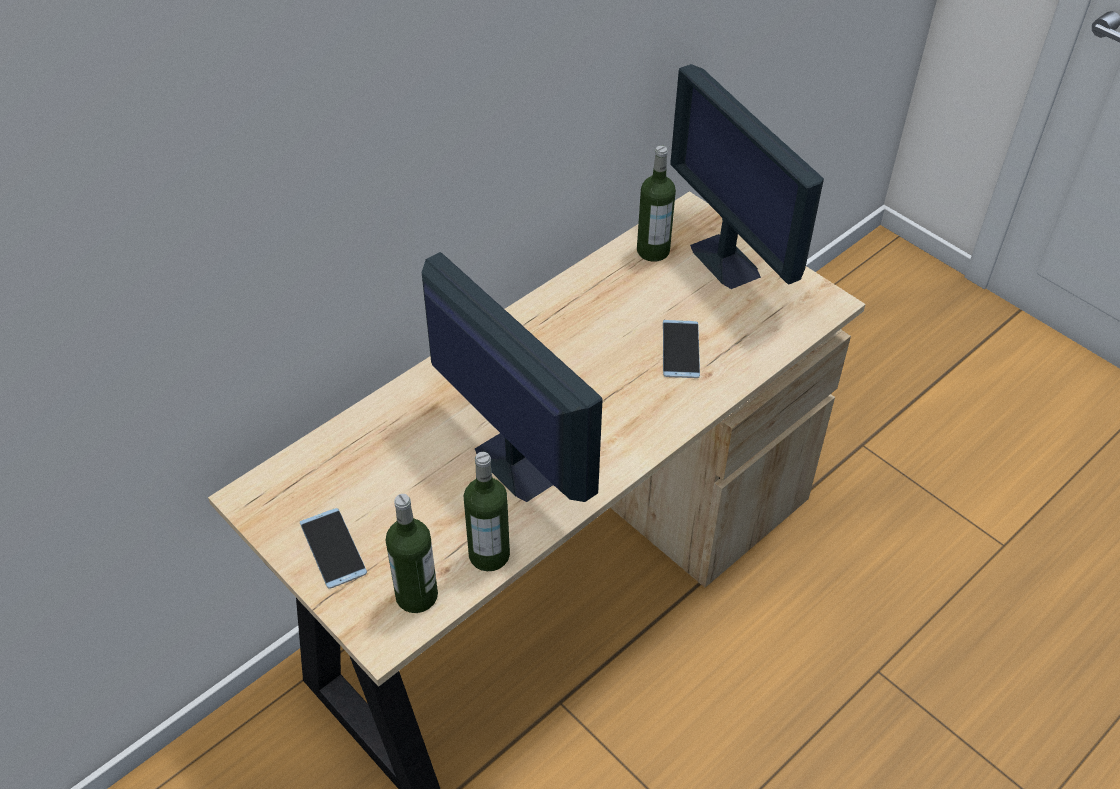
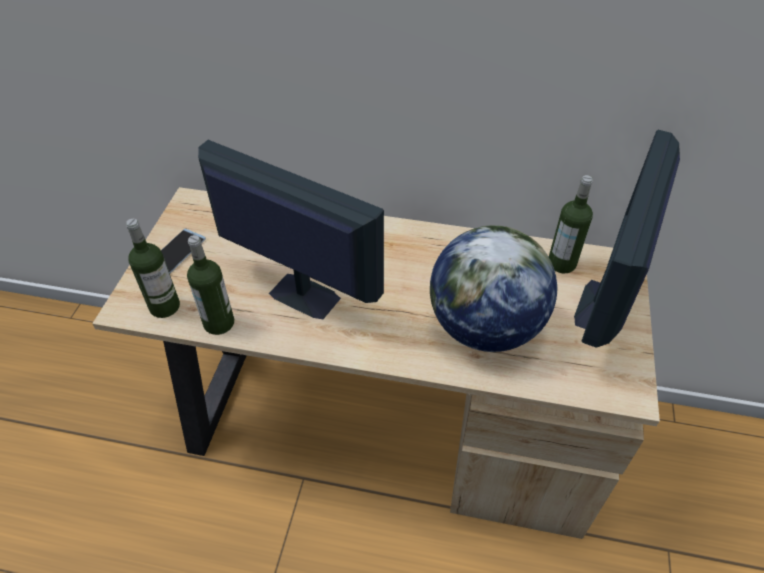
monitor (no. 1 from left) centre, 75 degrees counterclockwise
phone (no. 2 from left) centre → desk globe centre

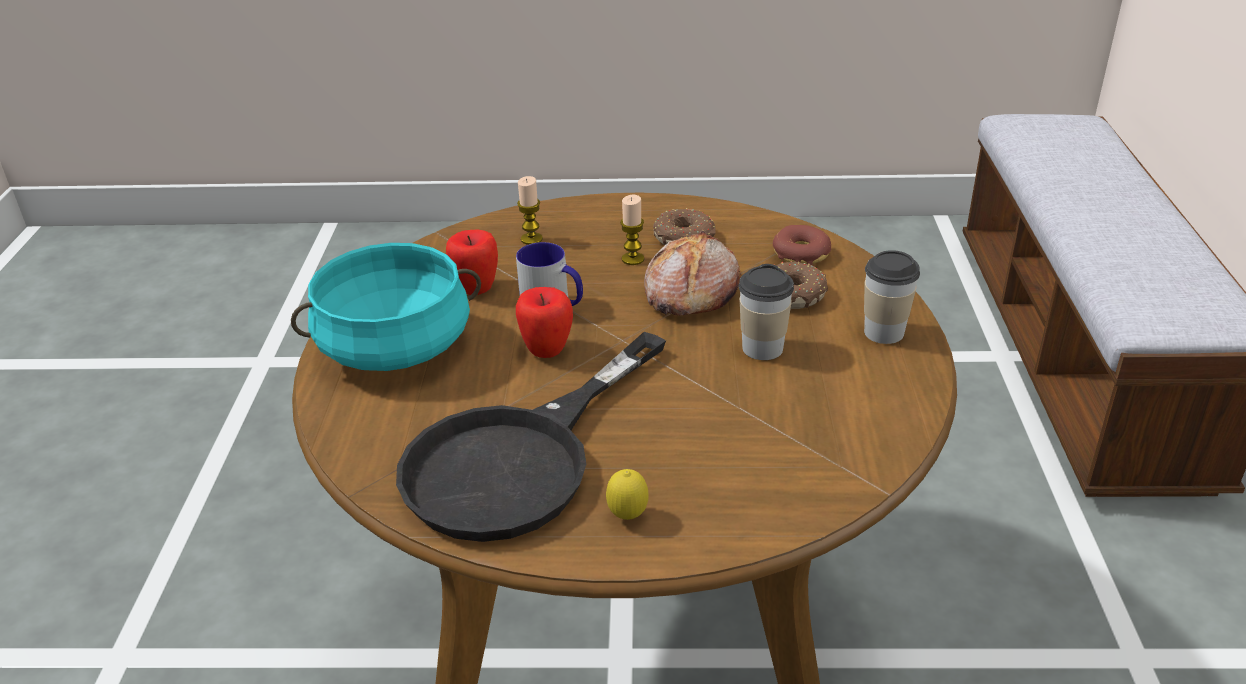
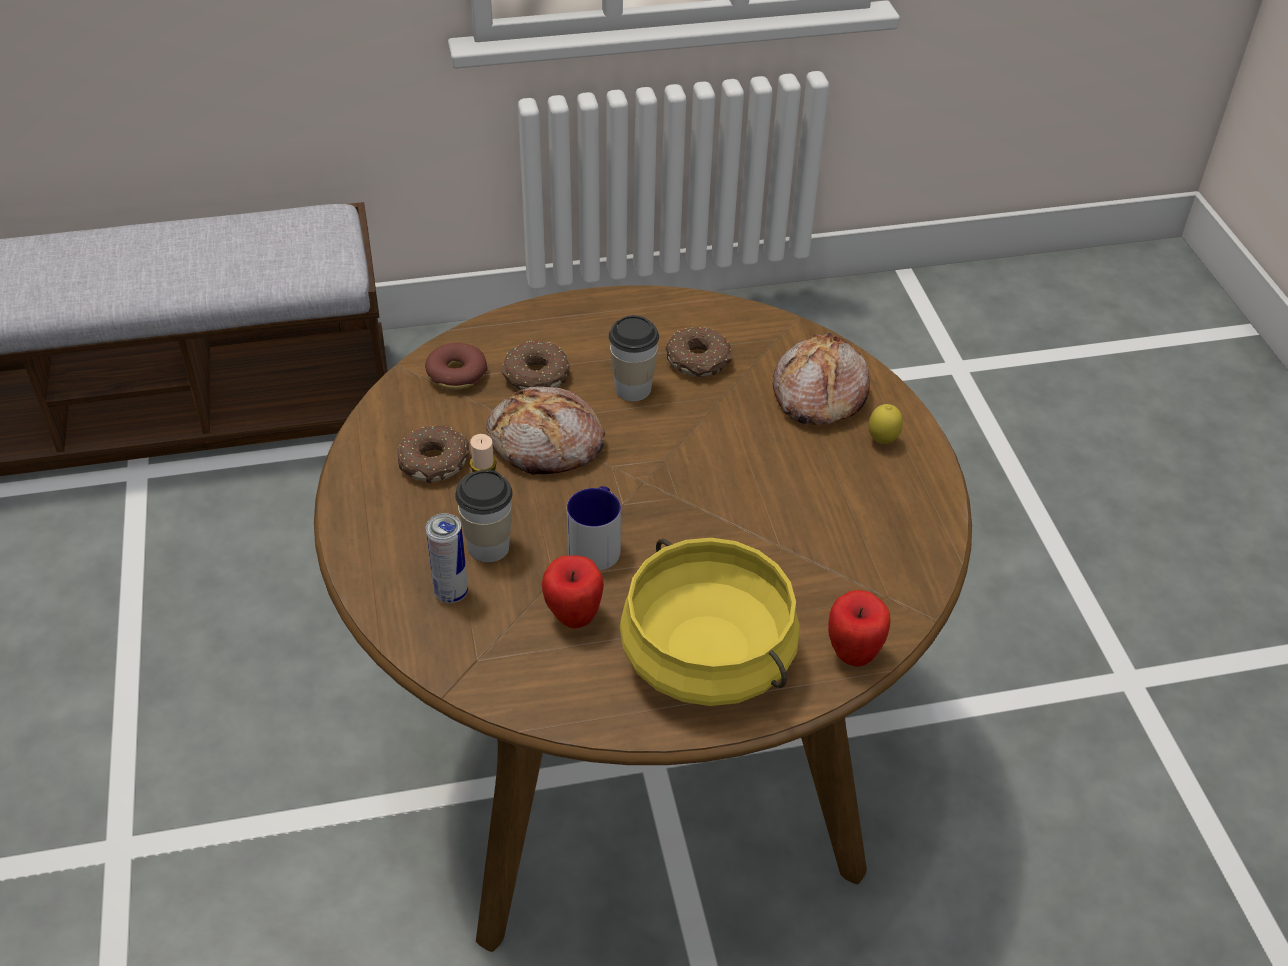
wax light (no. 1 from left) top centre → can centre
turquoise-coloured stockpot middle left → yellowish stockpot centre
small cup (no. 2 from left in the first image) middle right → small cup (no. 1 from left) centre, shifted
apple (no. 2 from left) centre → apple (no. 2 from left) middle right, shifted
black frying pan centre → -
- → ring doughnut (no. 4 from left) centre
- → bakery bread (no. 2 from left) centre

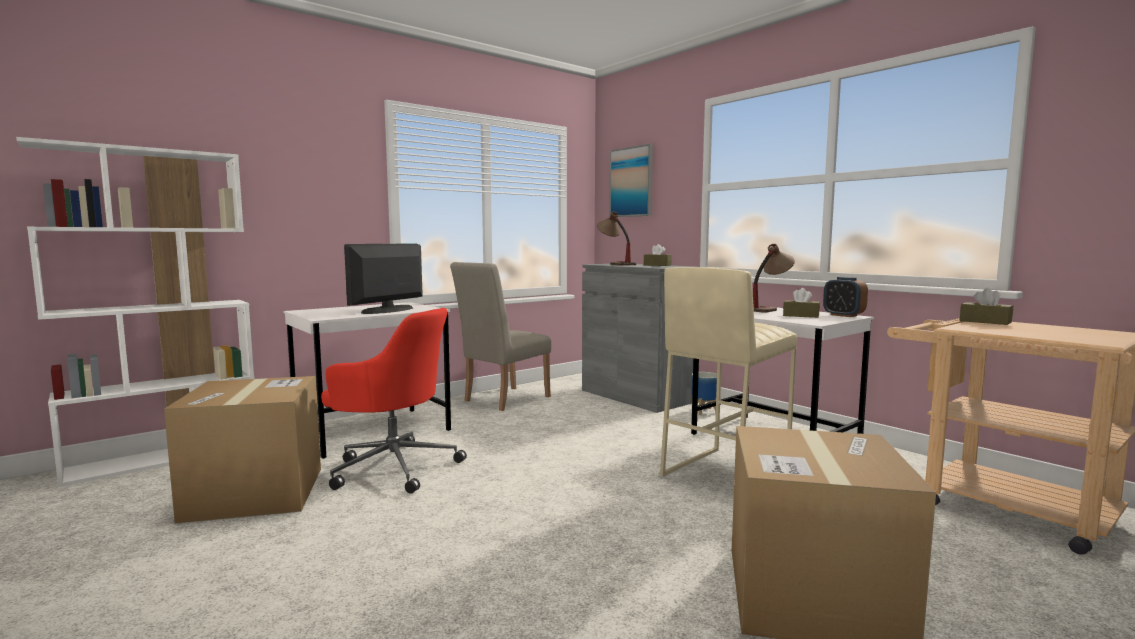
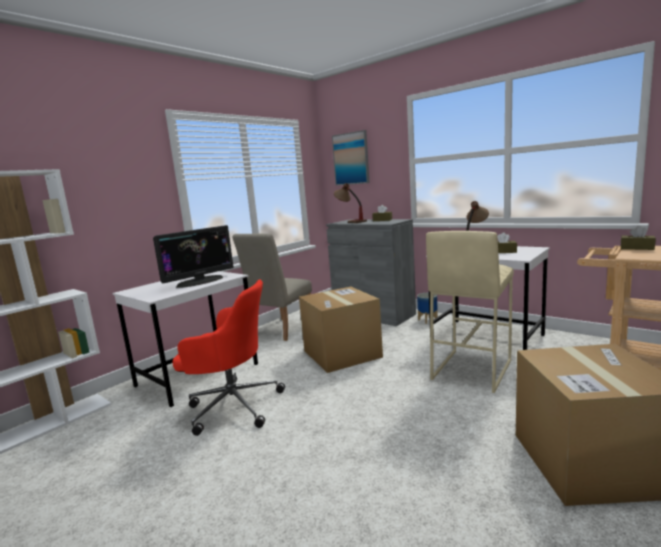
monitor centre → monitor middle left, 150 degrees counterclockwise
alarm clock middle right → -
carton (no. 1 from left) bottom left → carton (no. 1 from left) centre, shifted

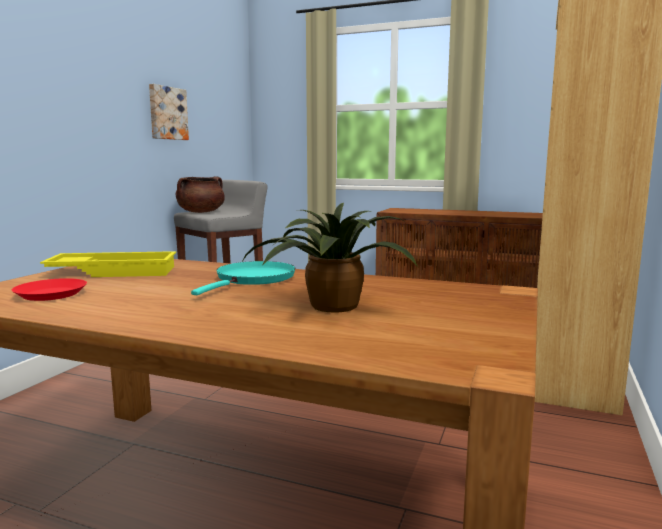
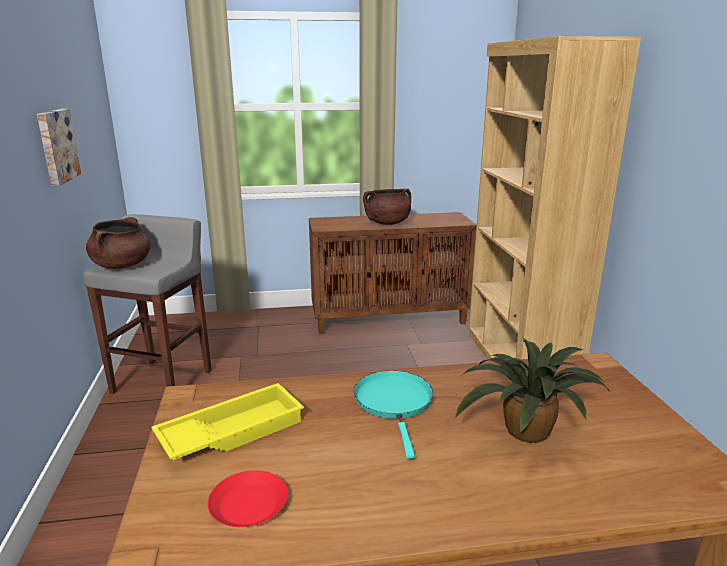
- → brown-coloured stockpot (no. 2 from left) centre

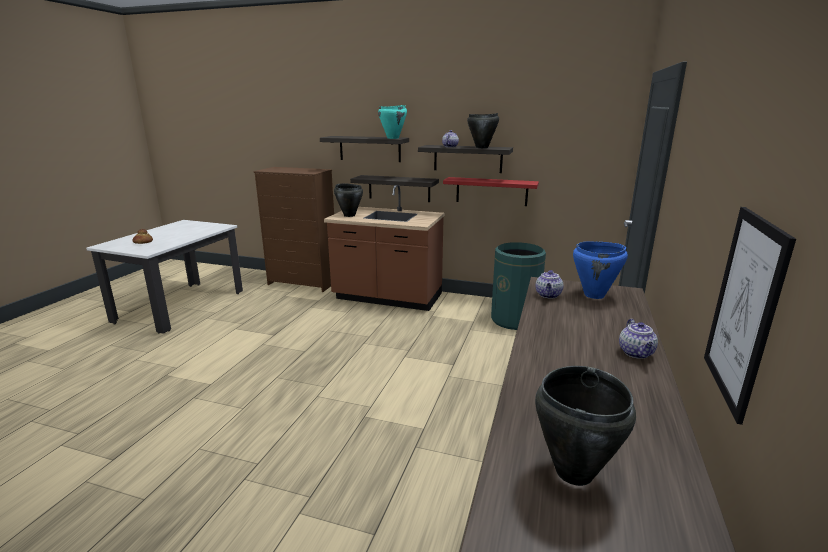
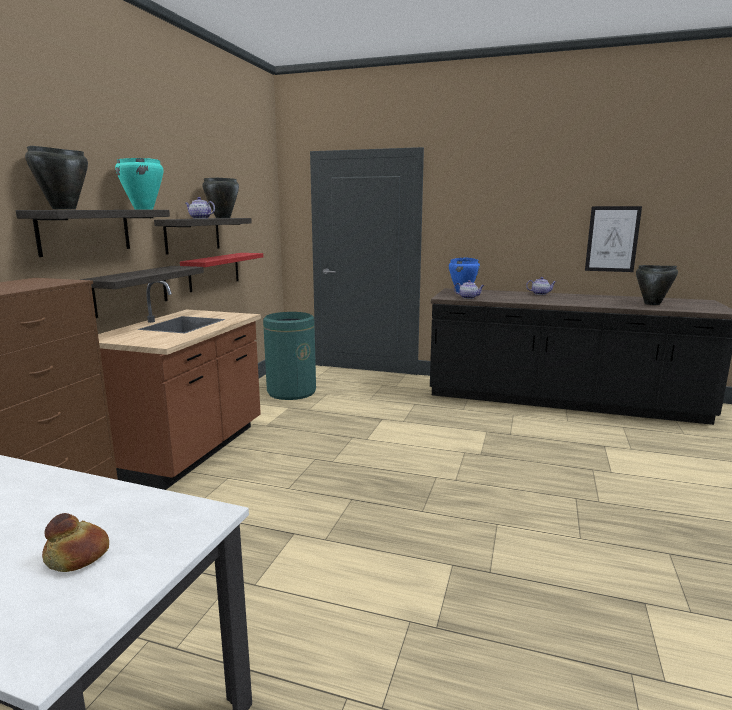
black stockpot (no. 1 from left) centre → black stockpot (no. 1 from left) top left, shifted

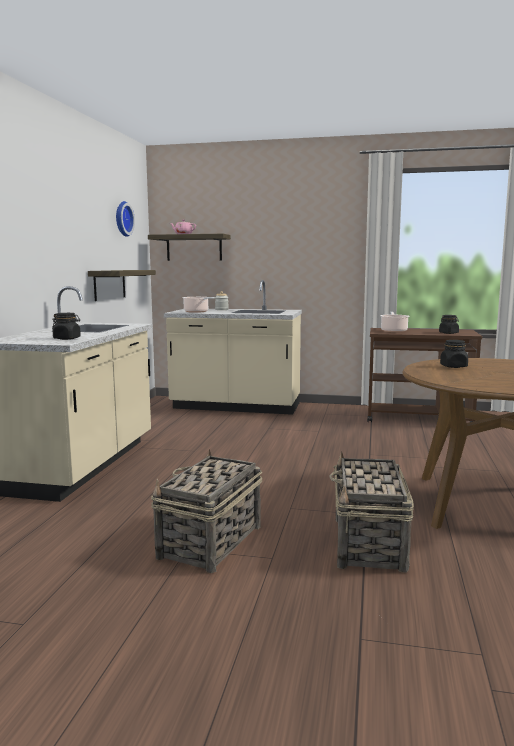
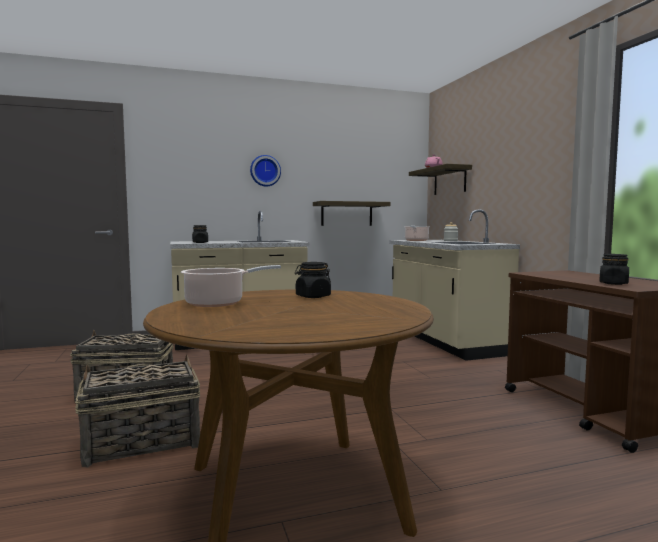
clock on the wall top left → clock on the wall top centre, shifted
stockpot (no. 2 from left in the first image) middle right → stockpot (no. 1 from left) centre, shifted

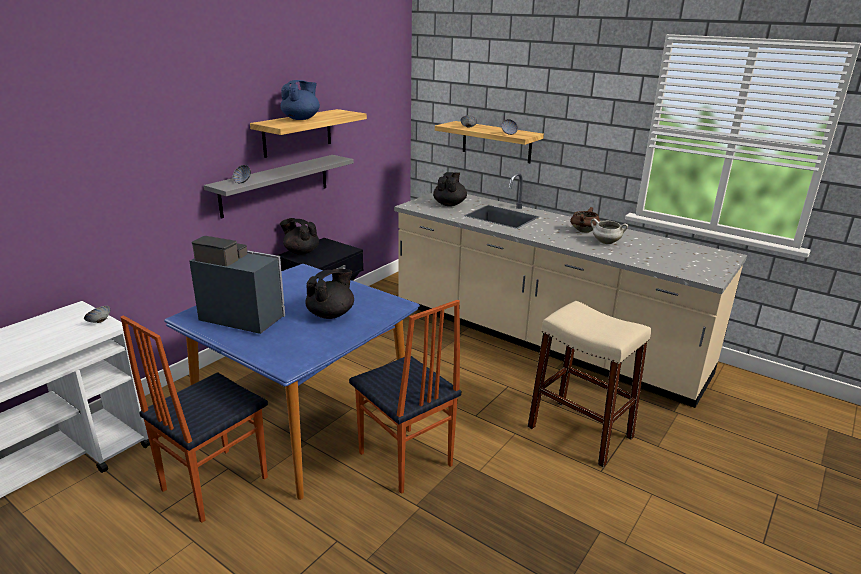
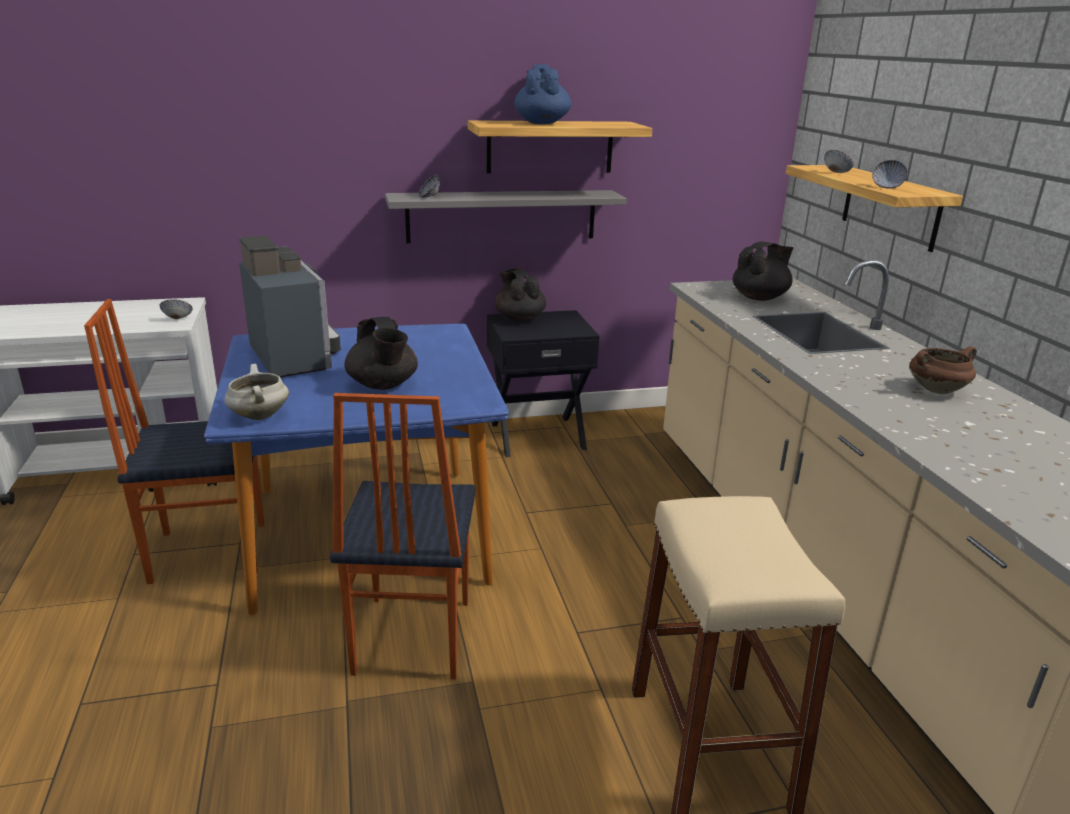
blue-coloured pot for tea top centre, 75 degrees counterclockwise
white-coloured stockpot middle right → white-coloured stockpot middle left, shifted
black pot for tea (no. 2 from left in the first image) centre → black pot for tea (no. 1 from left) centre, 75 degrees clockwise

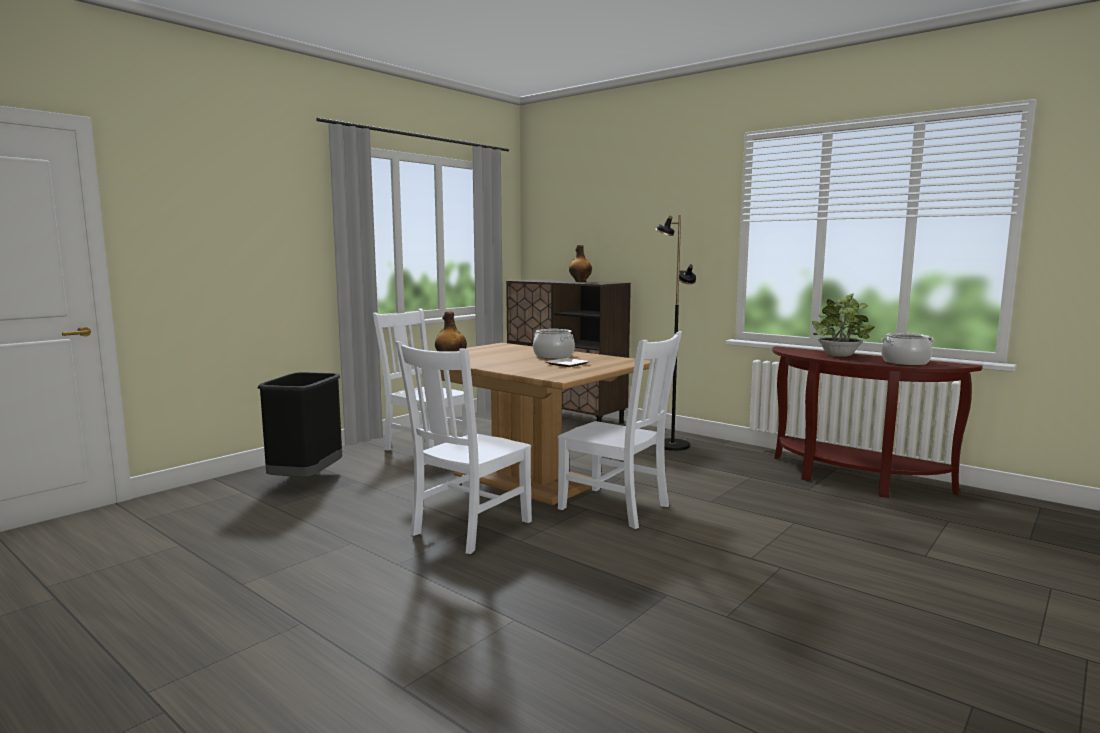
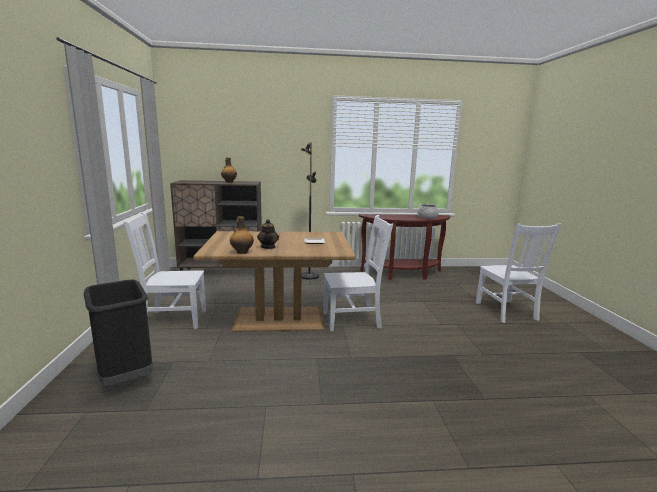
plant in a pot middle right → -
stockpot (no. 1 from left) centre → -
white-coloured plain chair (no. 2 from left in the first image) centre → white-coloured plain chair (no. 3 from left) middle right, shifted
- → pot for tea centre

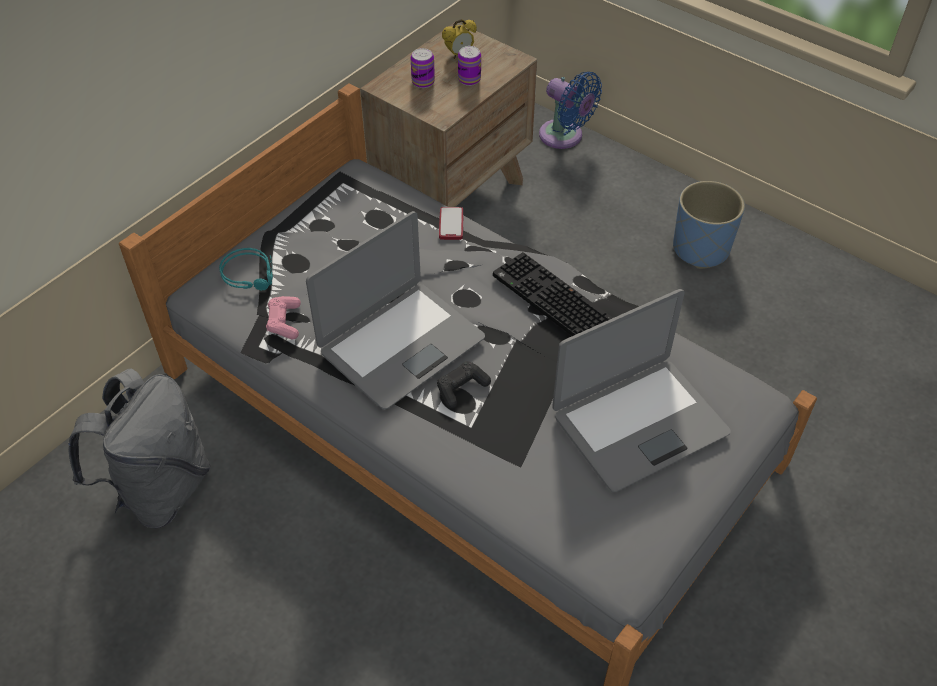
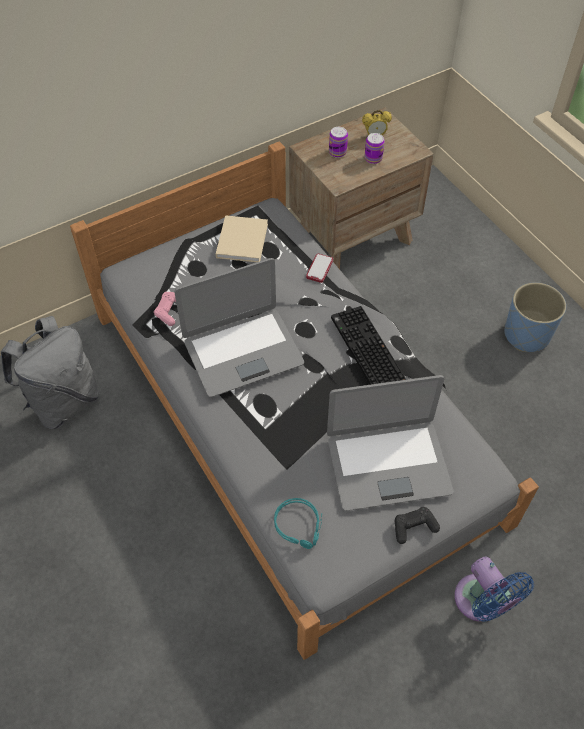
blue-coloured fan top centre → blue-coloured fan bottom right, shifted
turquoise-coloured headset middle left → turquoise-coloured headset bottom centre, shifted
black game controller centre → black game controller bottom right, shifted
- → beige-coloured bound book top centre

